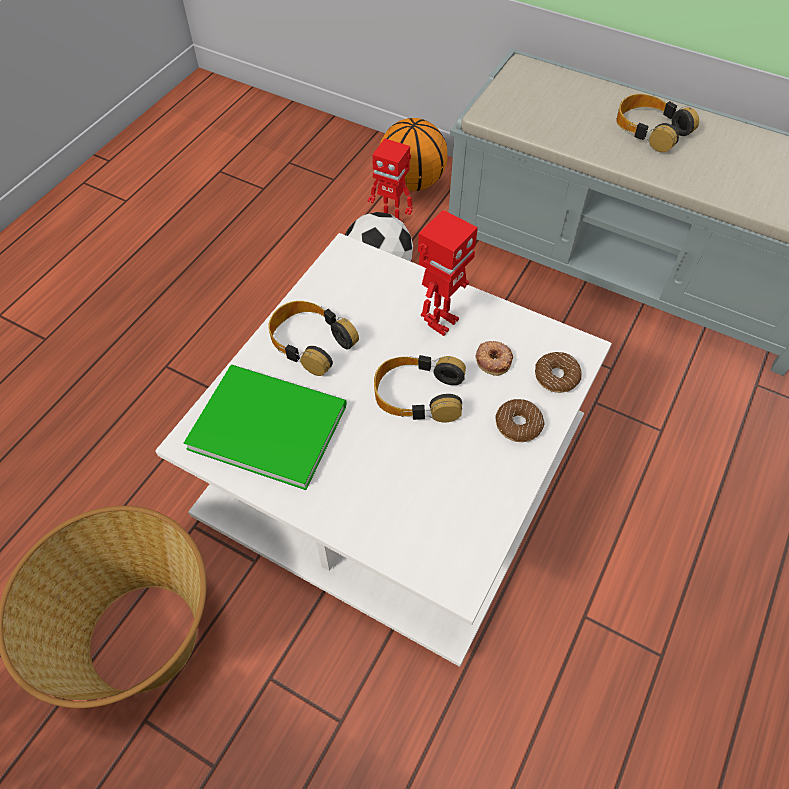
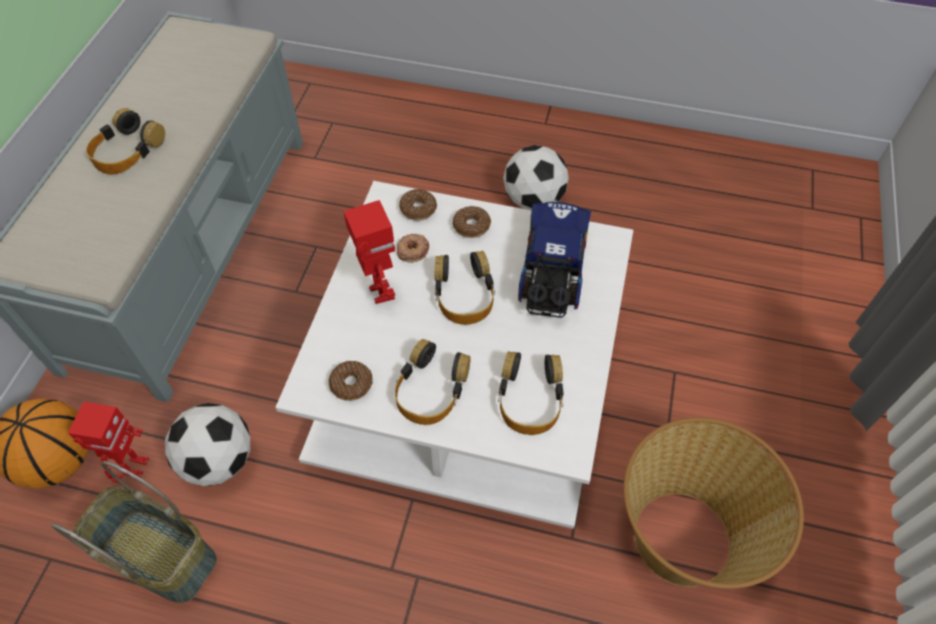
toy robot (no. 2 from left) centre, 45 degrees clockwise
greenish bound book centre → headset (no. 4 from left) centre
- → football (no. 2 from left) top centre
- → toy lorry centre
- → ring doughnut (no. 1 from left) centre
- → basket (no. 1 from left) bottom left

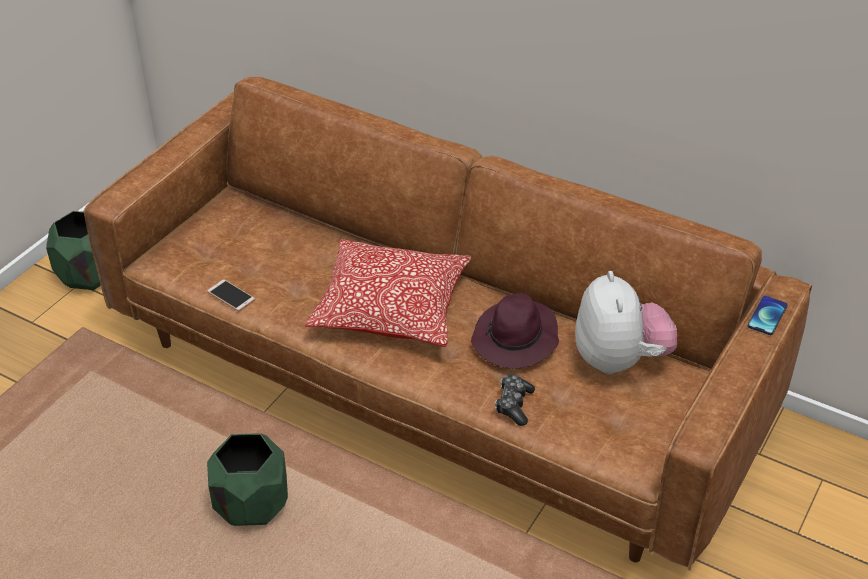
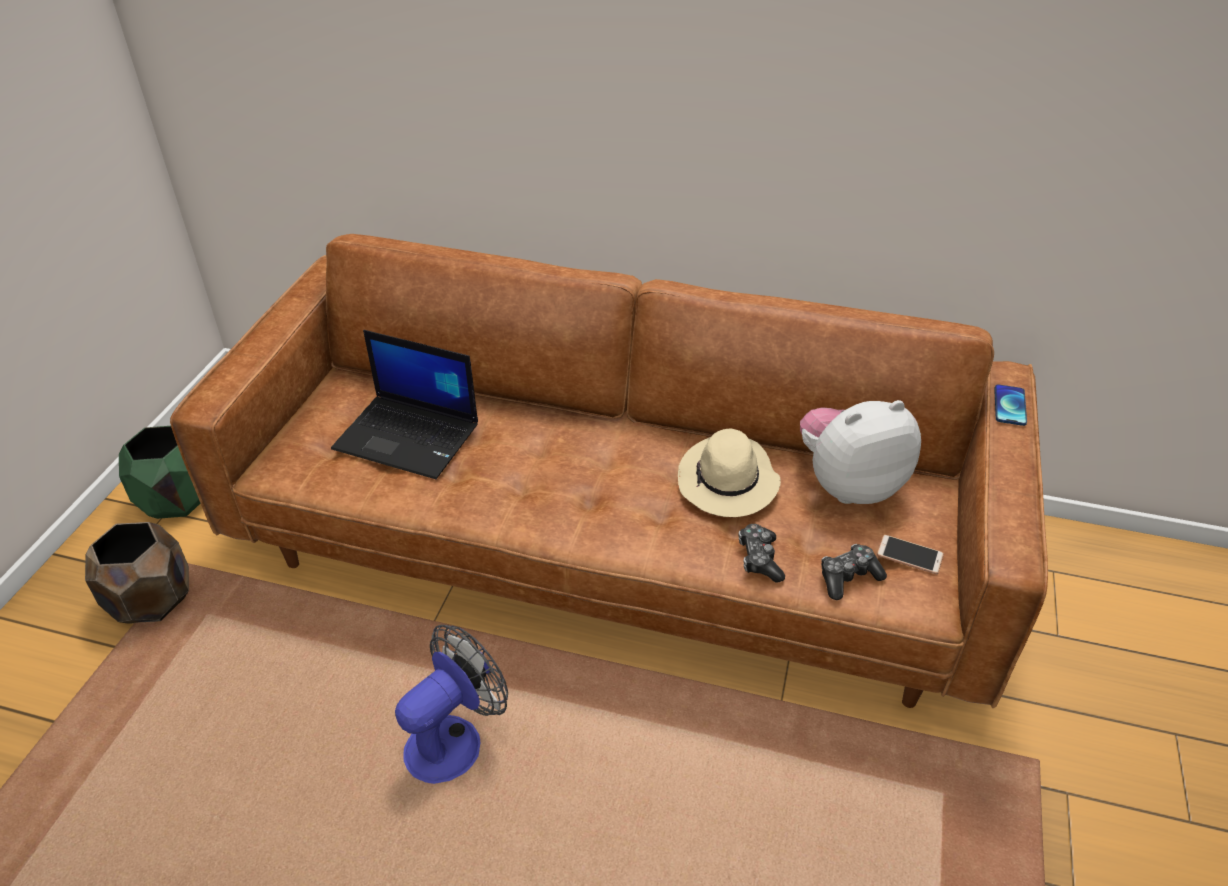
throw pillow centre → -
cuddly toy middle right, 90 degrees counterclockwise
phone (no. 1 from left) middle left → phone (no. 1 from left) middle right, shifted
purple wearable hat centre → beige-coloured wearable hat centre
greenish plant pot (no. 2 from left) bottom left → fan bottom centre
- → laptop middle left
- → brown-coloured plant pot middle left
- → game controller (no. 2 from left) middle right

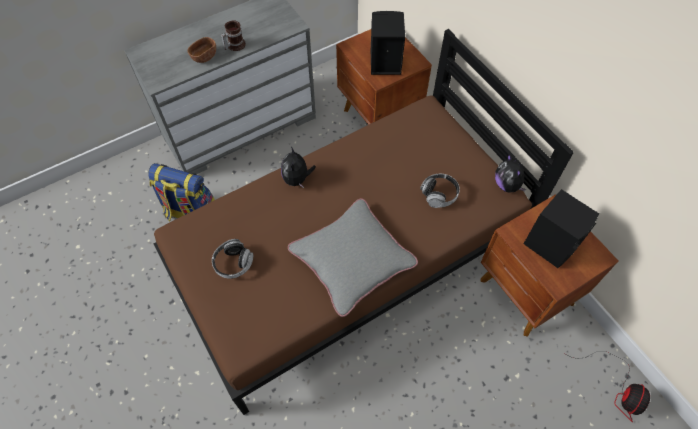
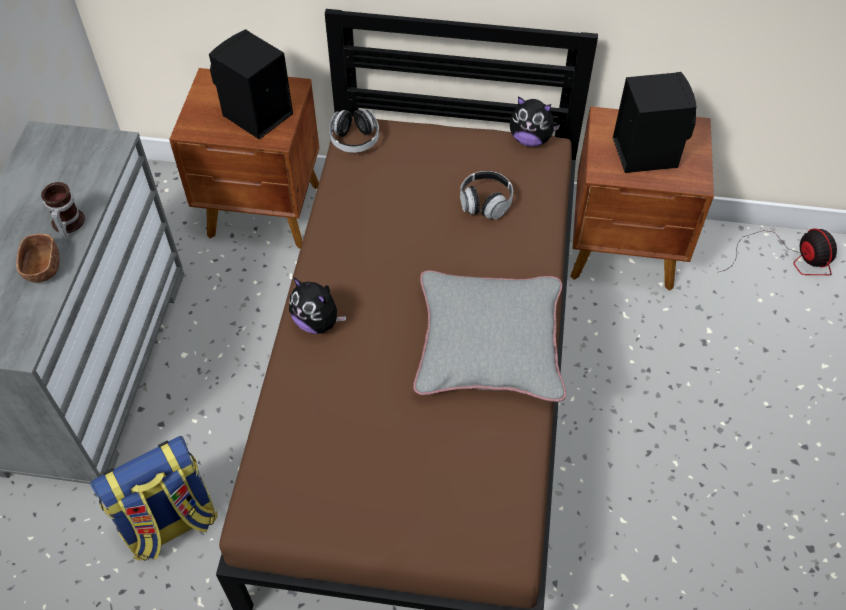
headset (no. 1 from left) middle left → headset (no. 1 from left) top centre, shifted

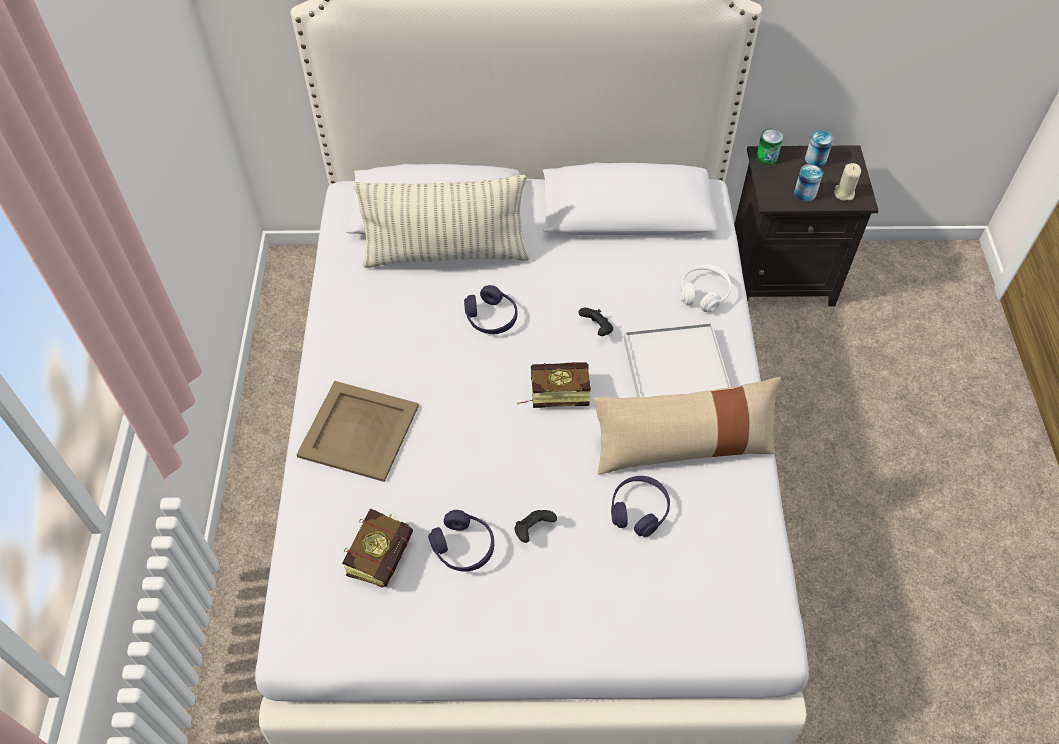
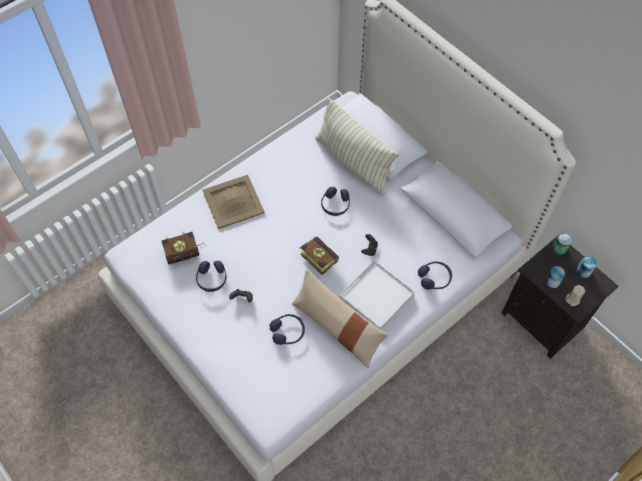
white-coloured headset centre → purple headset (no. 4 from left) middle right

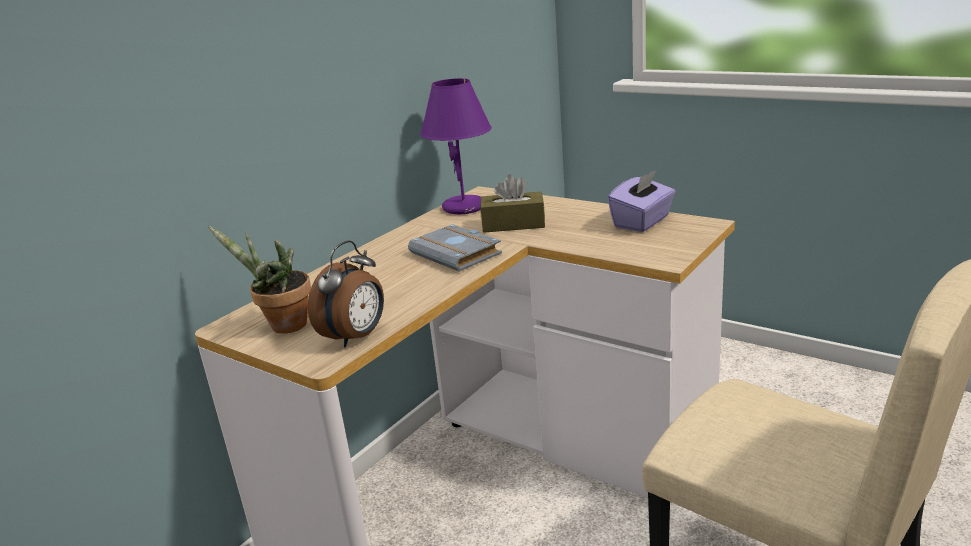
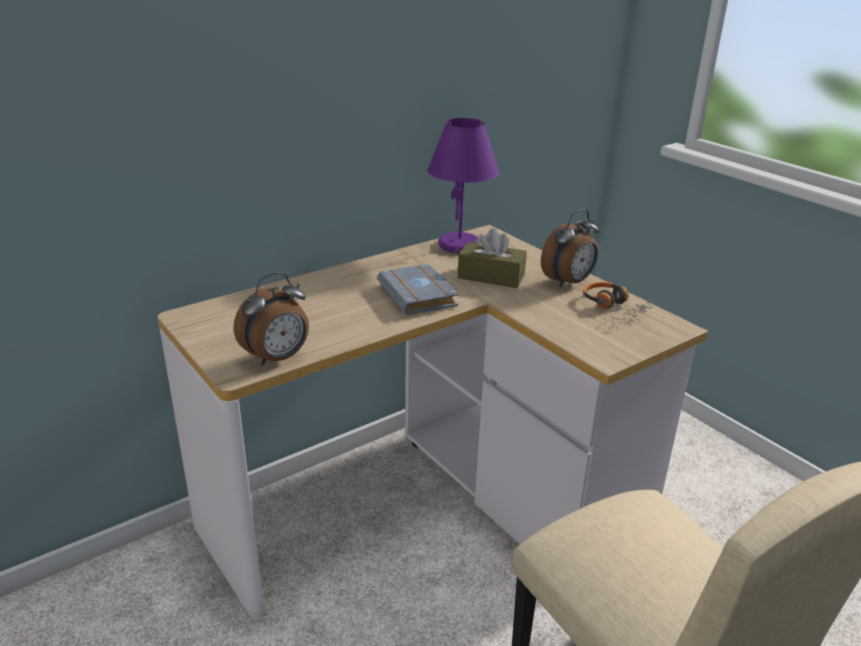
purple box of tissues centre → headset middle right
plant in a pot middle left → -
- → alarm clock (no. 2 from left) centre

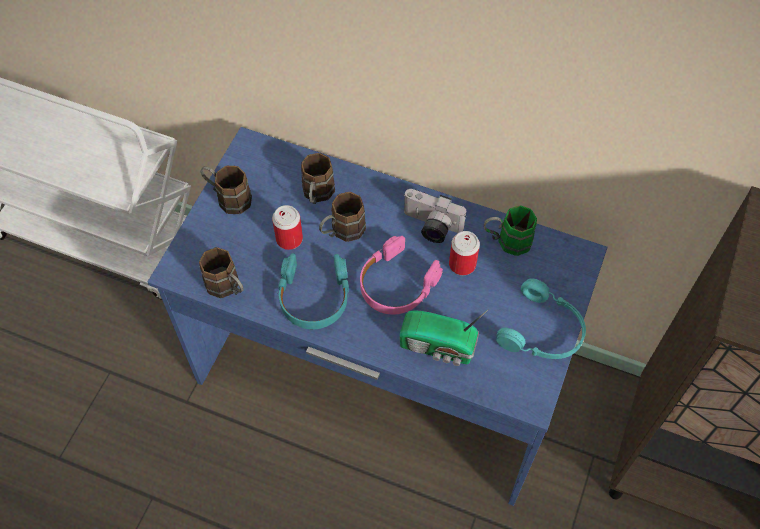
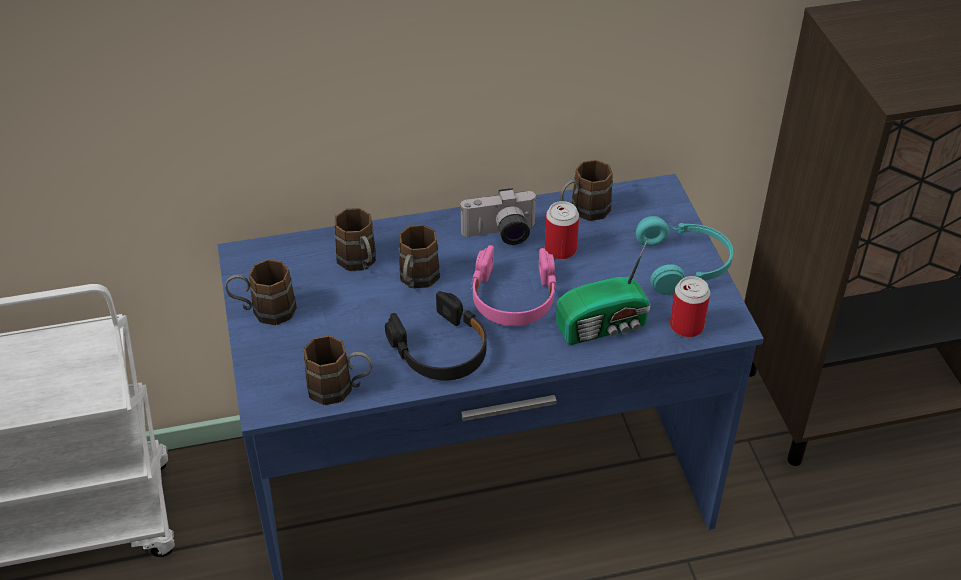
can (no. 1 from left in the first image) centre → can (no. 2 from left) middle right, shifted
greenish tea mug middle right → brown-coloured tea mug (no. 5 from left) top centre
turquoise-coloured headset (no. 1 from left) centre → black headset centre

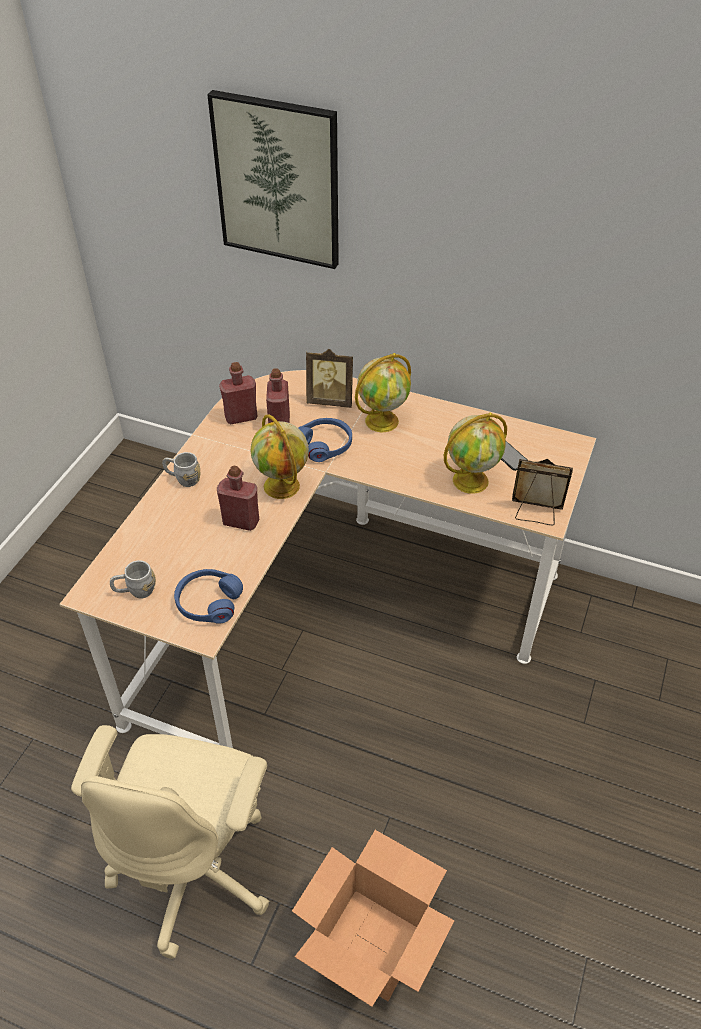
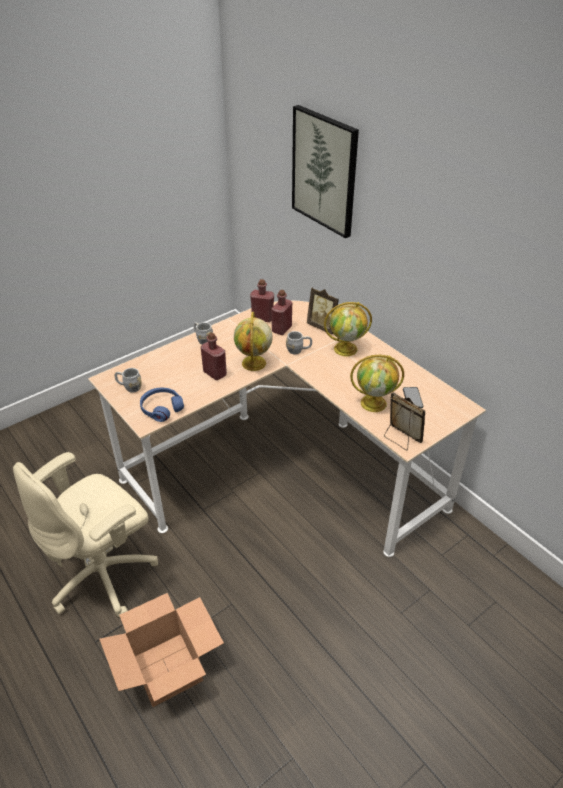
blue-coloured headset (no. 2 from left) centre → gray tea mug (no. 3 from left) centre

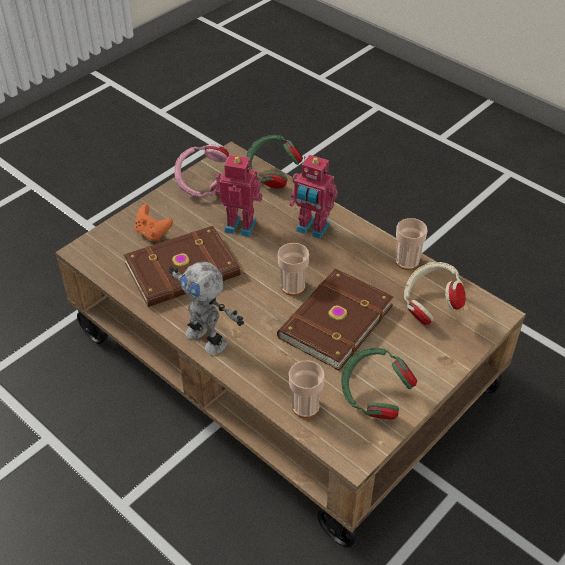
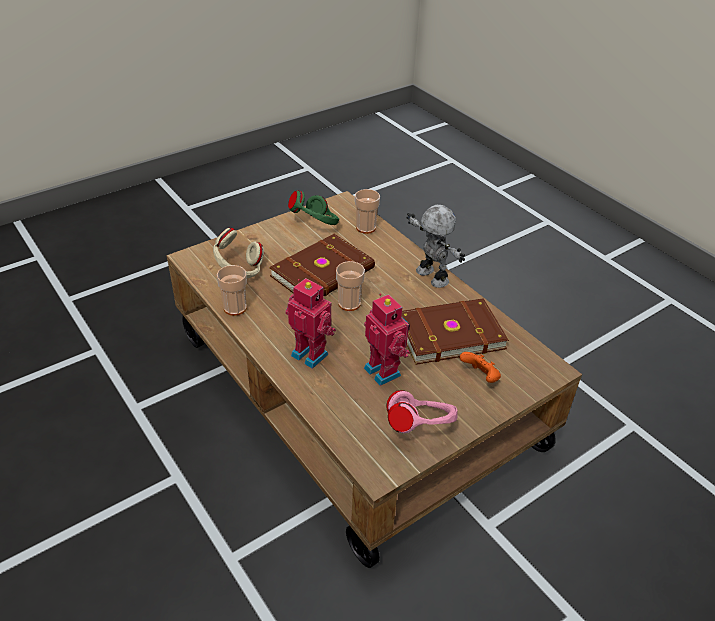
greenish headset (no. 1 from left) top centre → -
toy robot (no. 2 from left) centre, 150 degrees counterclockwise

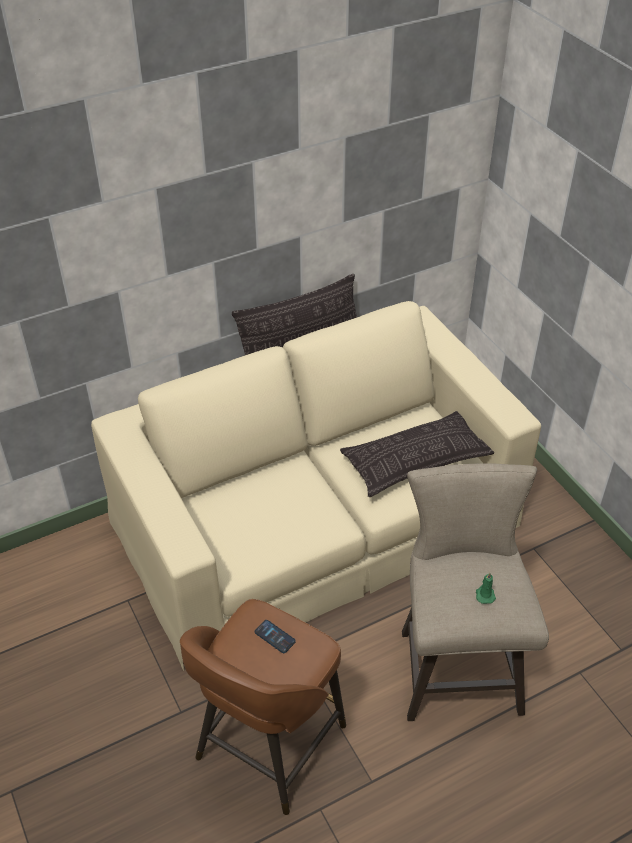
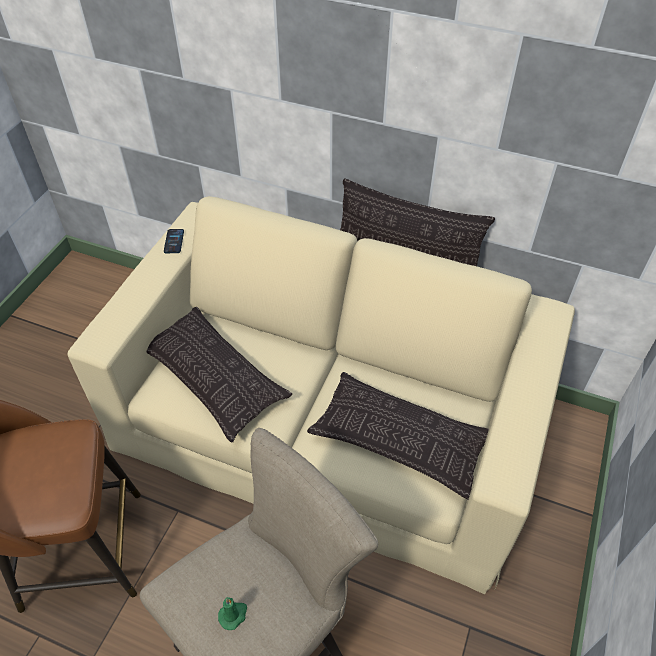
phone bottom centre → phone middle left, shifted
- → throw pillow (no. 1 from left) centre

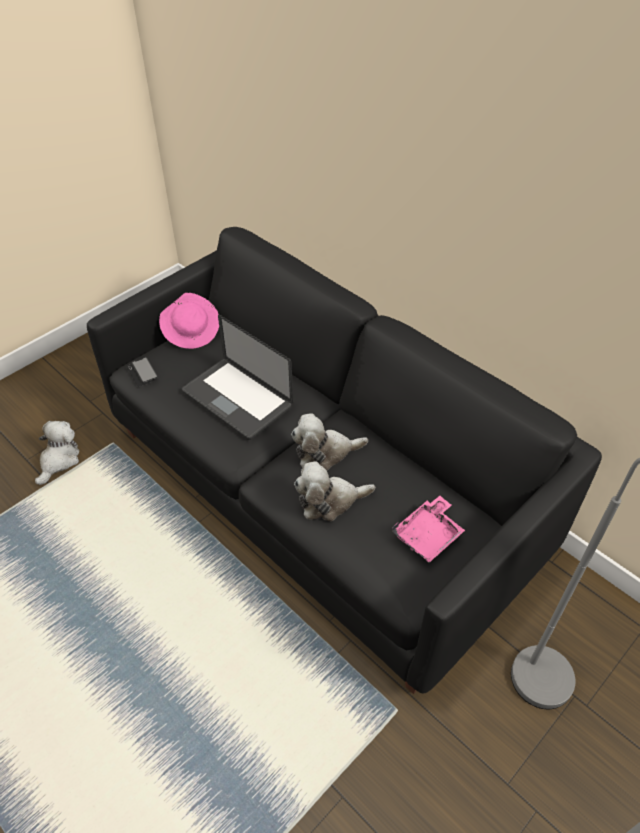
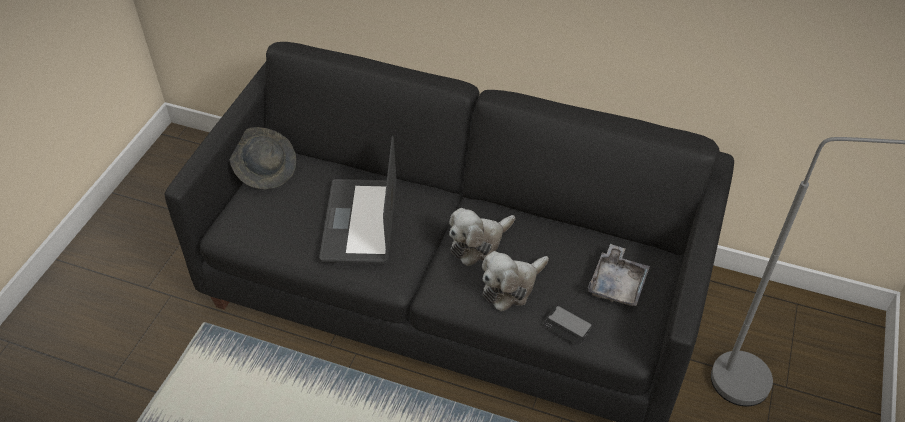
pinkish wearable hat middle left → gray wearable hat middle left
laptop centre, 75 degrees clockwise
phone middle left → phone bottom centre, shifted
cuddly toy (no. 1 from left) middle left → -
pinkish tray middle right → gray tray middle right

